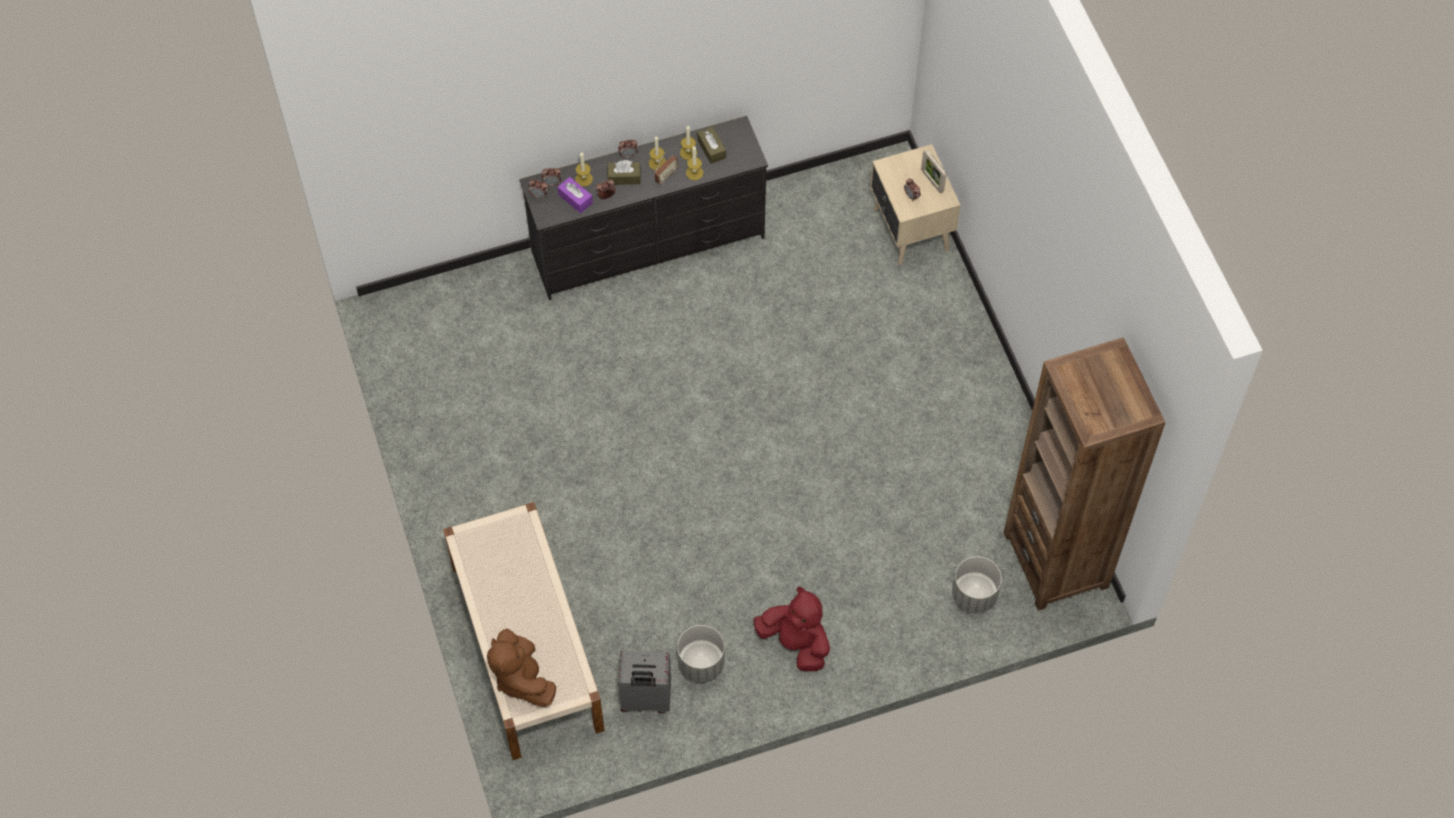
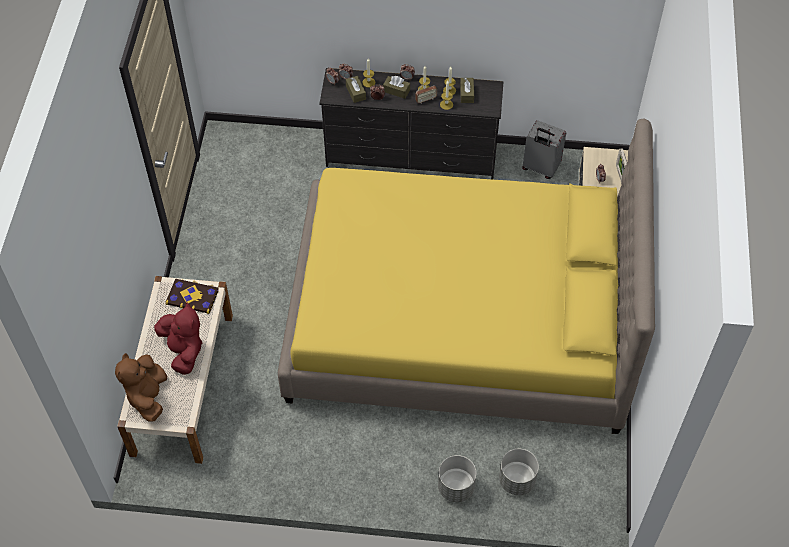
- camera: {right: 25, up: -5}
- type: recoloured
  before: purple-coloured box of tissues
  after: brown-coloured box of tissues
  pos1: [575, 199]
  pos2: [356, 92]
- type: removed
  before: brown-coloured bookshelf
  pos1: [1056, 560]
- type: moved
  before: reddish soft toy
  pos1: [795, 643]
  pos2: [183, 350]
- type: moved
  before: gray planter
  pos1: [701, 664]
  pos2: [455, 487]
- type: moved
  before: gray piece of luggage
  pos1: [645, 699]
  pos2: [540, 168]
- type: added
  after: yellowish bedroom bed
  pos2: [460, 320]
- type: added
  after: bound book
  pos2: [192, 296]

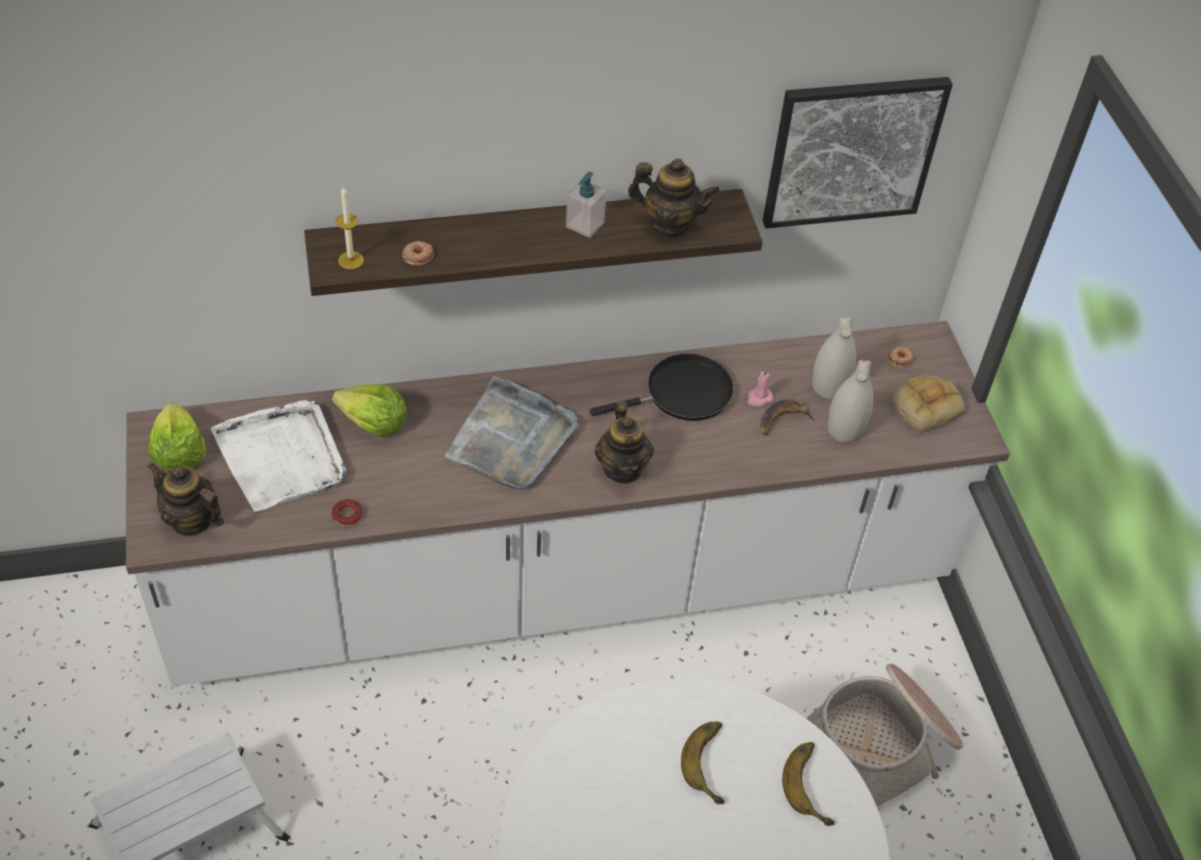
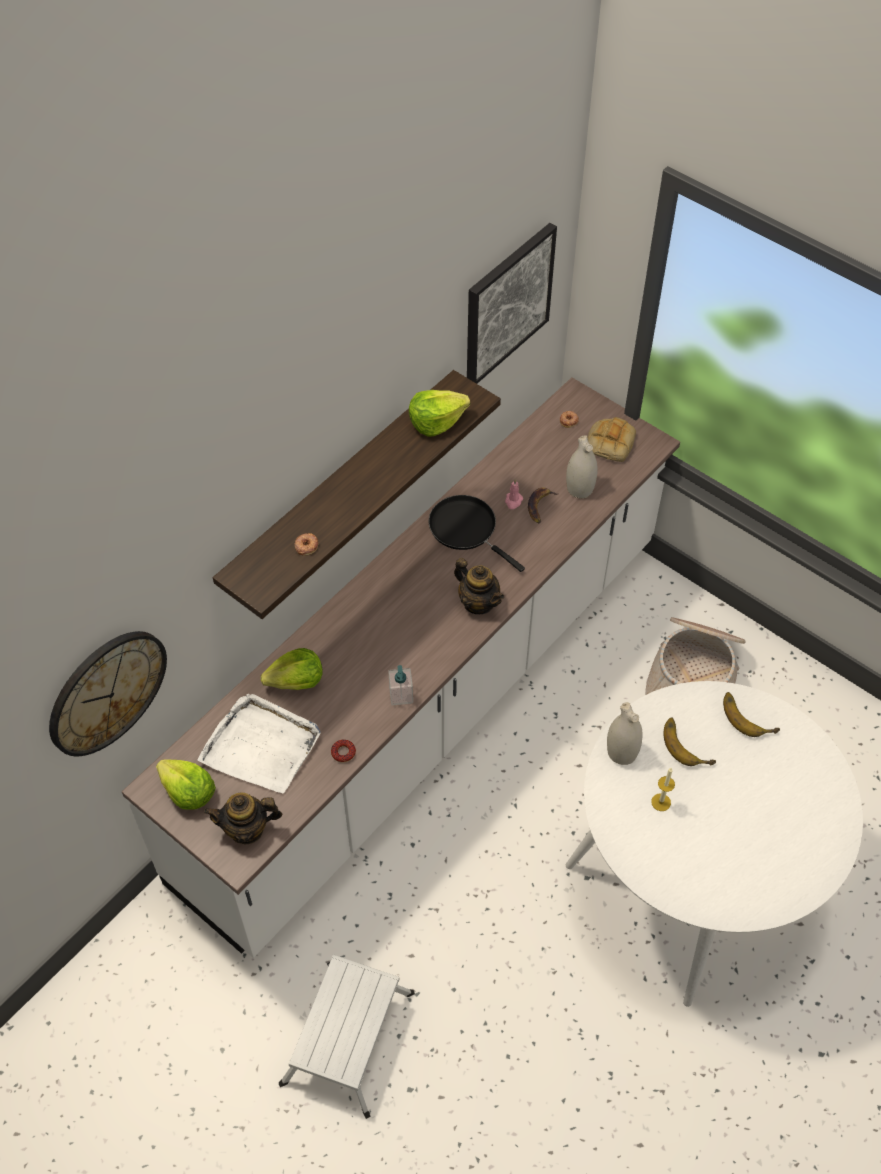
- camera: {right: -35, up: 5}
- type: replaced
  before: pot for tea
  after: head of lettuce
  pos1: [670, 224]
  pos2: [436, 422]
- type: moved
  before: soap dispenser
  pos1: [584, 225]
  pos2: [401, 695]
- type: moved
  before: candle
  pos1: [351, 260]
  pos2: [661, 802]
- type: moved
  before: whitish vase
  pos1: [829, 386]
  pos2: [621, 751]
- type: turned
  before: black pan
  pos1: [682, 394]
  pos2: [466, 529]
  turn: -75
- type: removed
  before: gray tray
  pos1: [511, 439]
- type: added
  after: clock on the wall
  pos2: [107, 692]

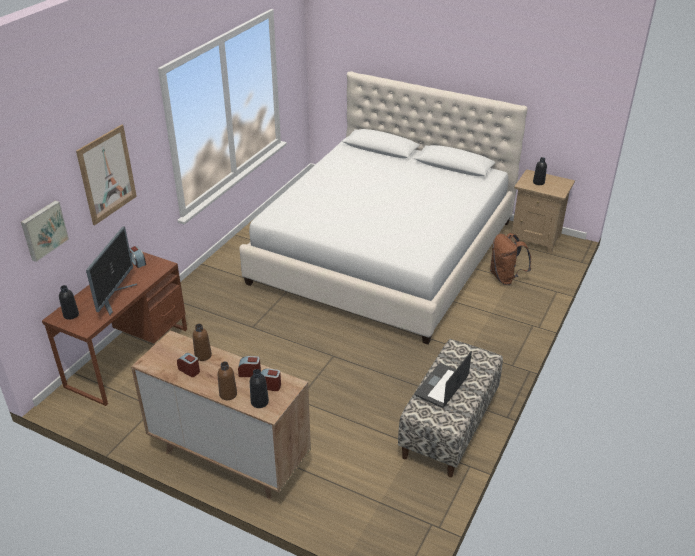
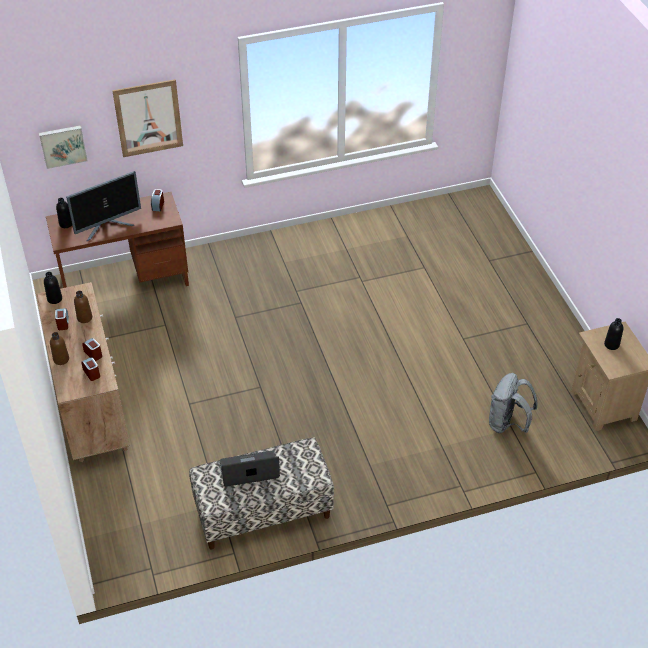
- camera: {right: 45, up: 10}
- type: removed
  before: whitish bedroom bed
  pos1: [384, 251]
- type: recoloured
  before: brown-coloured knapsack
  after: gray knapsack
  pos1: [505, 278]
  pos2: [507, 423]
- type: moved
  before: black drink bottle
  pos1: [259, 402]
  pos2: [54, 299]

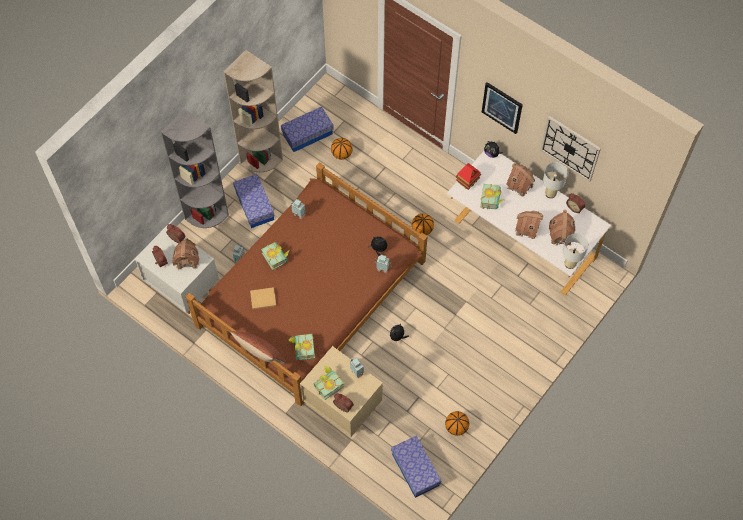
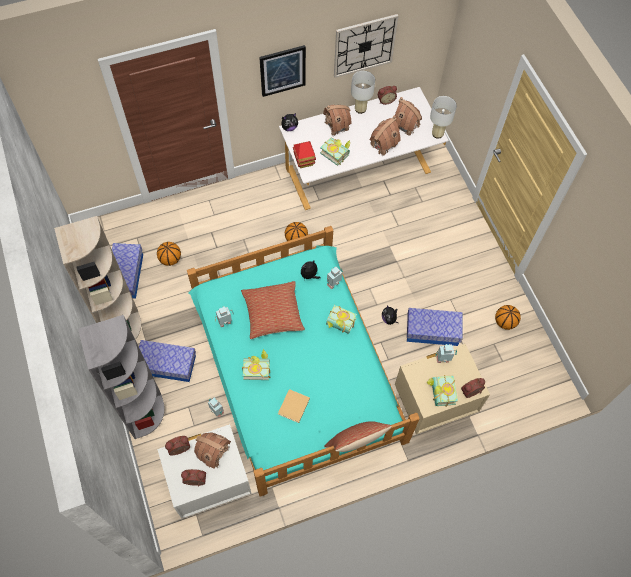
- camera: {right: -60, up: 0}
- type: recoloured
  before: brown-coloured bedroom bed
  after: turquoise-coloured bedroom bed
  pos1: [311, 292]
  pos2: [296, 366]
- type: moved
  before: bound book
  pos1: [302, 349]
  pos2: [339, 325]
- type: moved
  before: storage bin
  pos1: [415, 470]
  pos2: [432, 331]
- type: added
  after: throw pillow
  pos2: [273, 314]

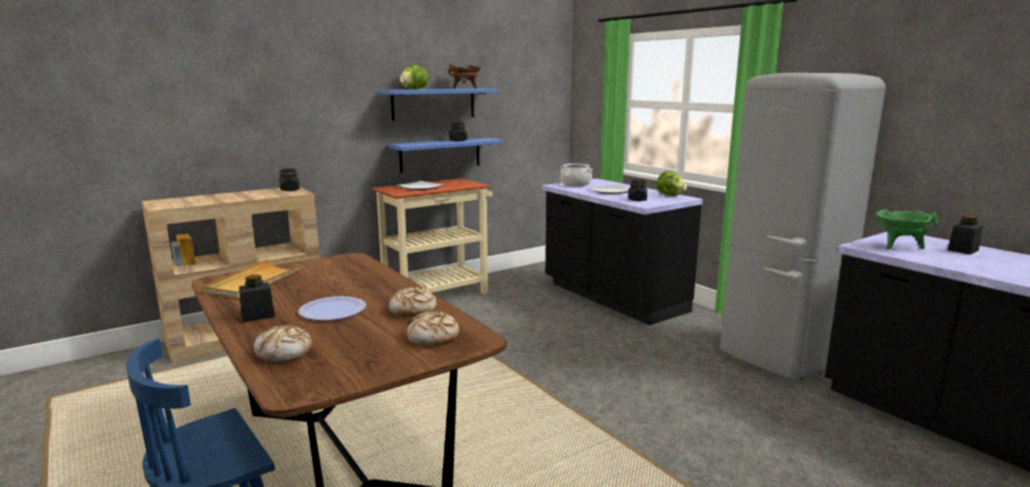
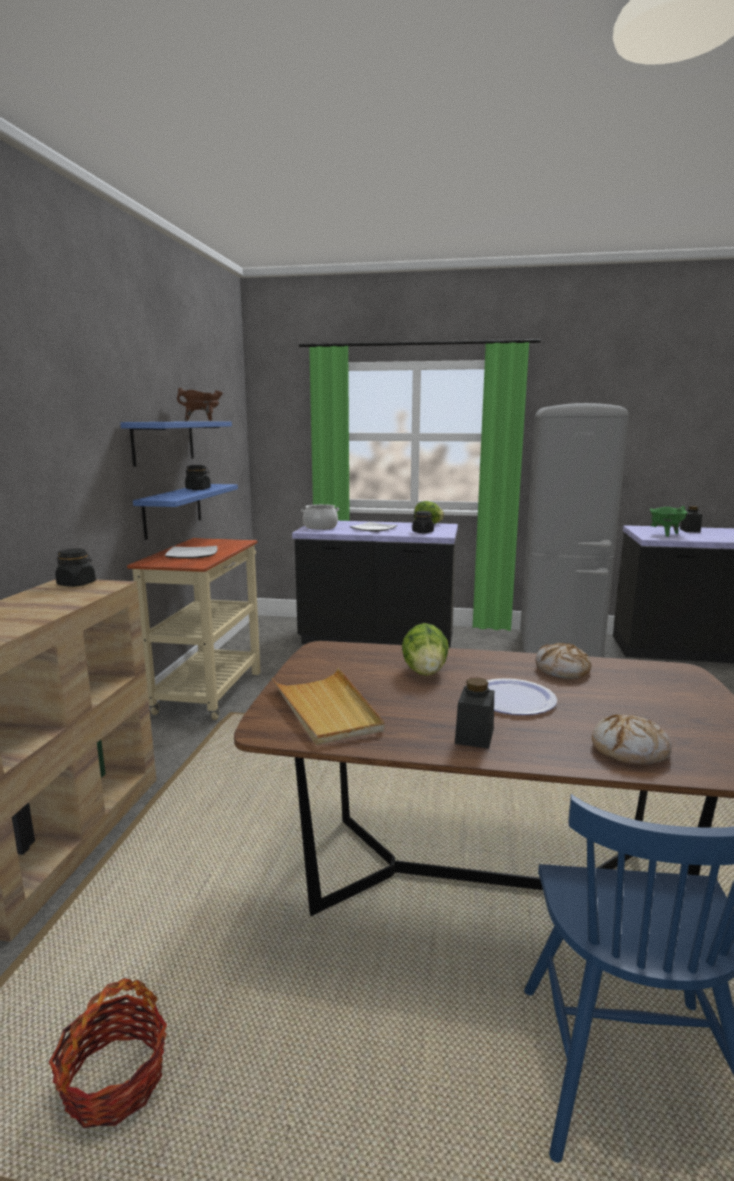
- camera: {right: -45, up: 0}
- type: moved
  before: head of lettuce
  pos1: [413, 89]
  pos2: [425, 672]
- type: removed
  before: bakery bread
  pos1: [432, 337]
- type: added
  after: household basket
  pos2: [114, 1081]

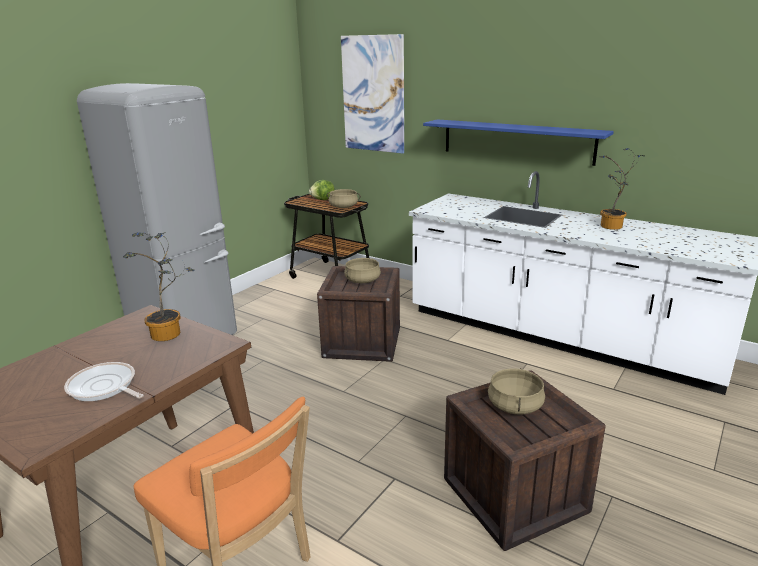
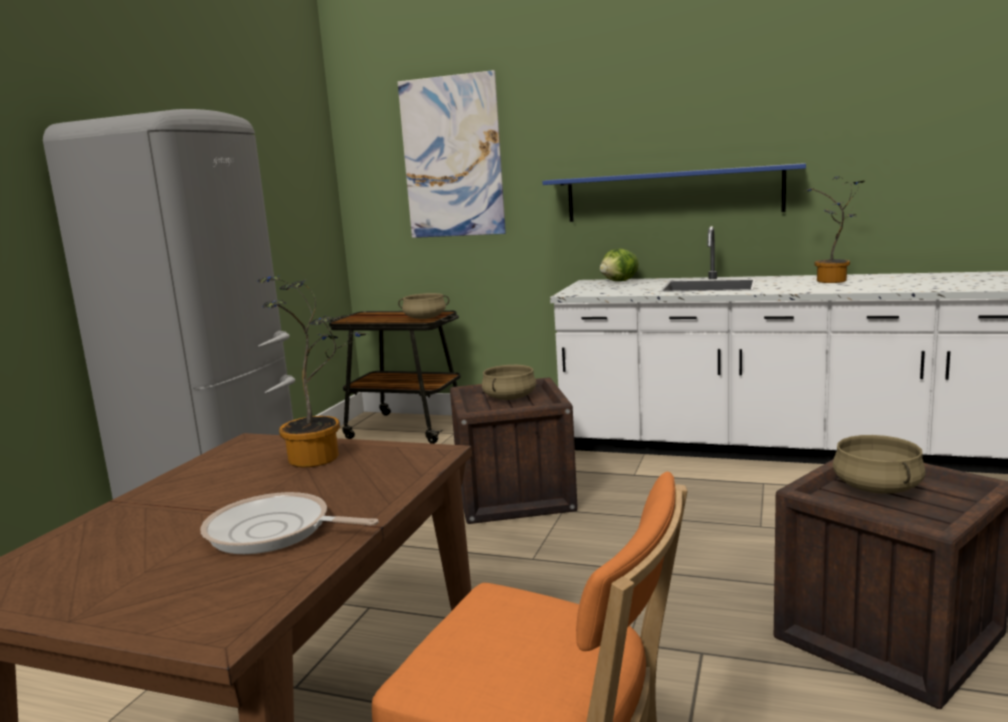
- camera: {right: -15, up: -10}
- type: moved
  before: head of lettuce
  pos1: [323, 200]
  pos2: [620, 281]

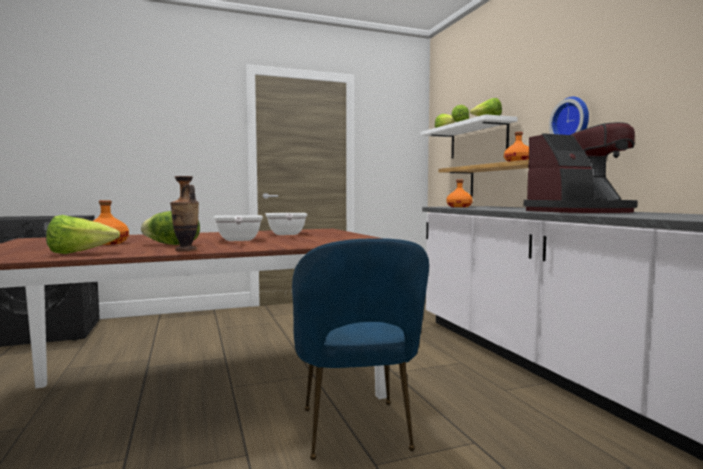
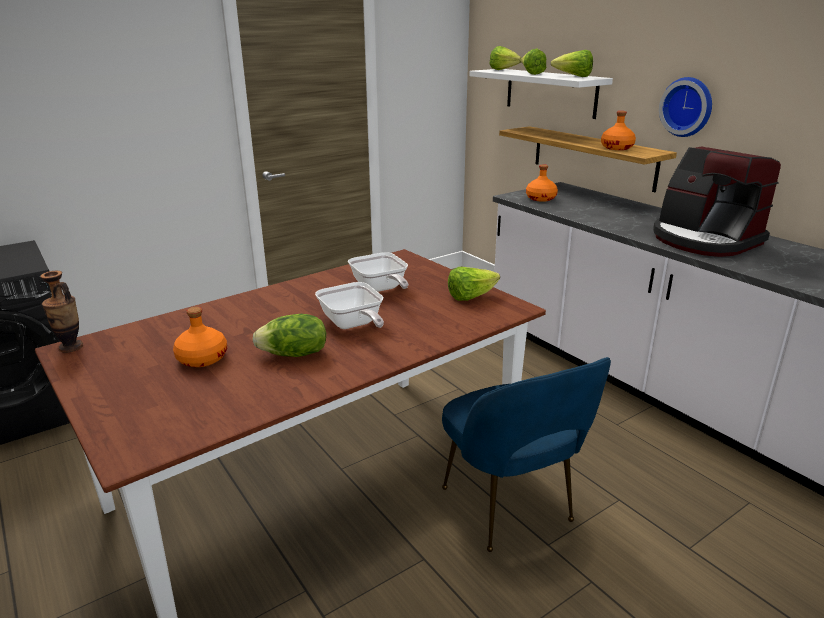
- camera: {right: -15, up: 20}
- type: turned
  before: coffee brewer
  pos1: [580, 211]
  pos2: [704, 240]
  turn: 90
- type: moved
  before: vase
  pos1: [186, 250]
  pos2: [71, 347]
- type: moved
  before: head of lettuce
  pos1: [79, 253]
  pos2: [471, 297]

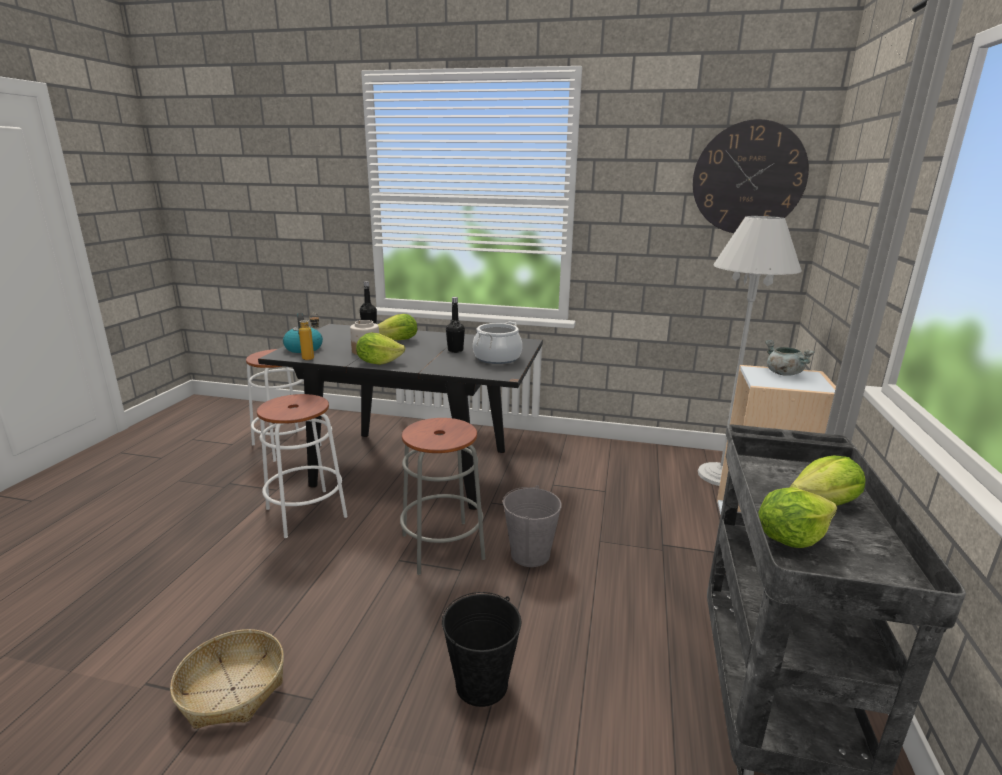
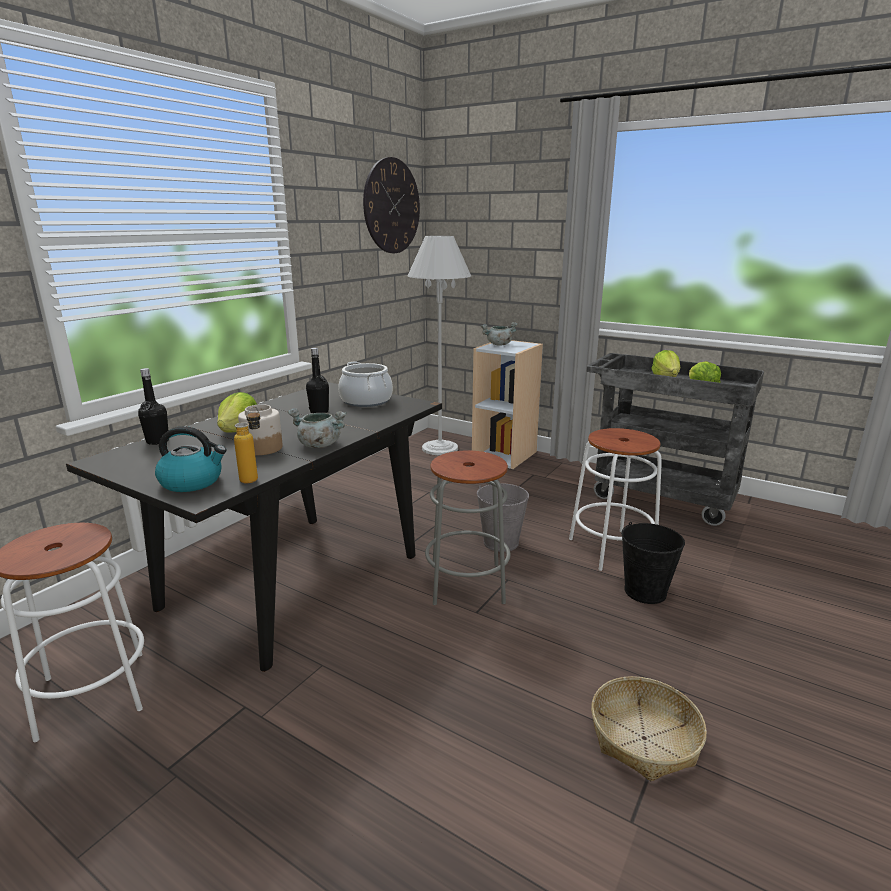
- camera: {right: -70, up: 0}
- type: replaced
  before: head of lettuce
  after: gray cooking pot
  pos1: [378, 362]
  pos2: [318, 445]
- type: moved
  before: whitish stool seat
  pos1: [306, 512]
  pos2: [611, 549]

